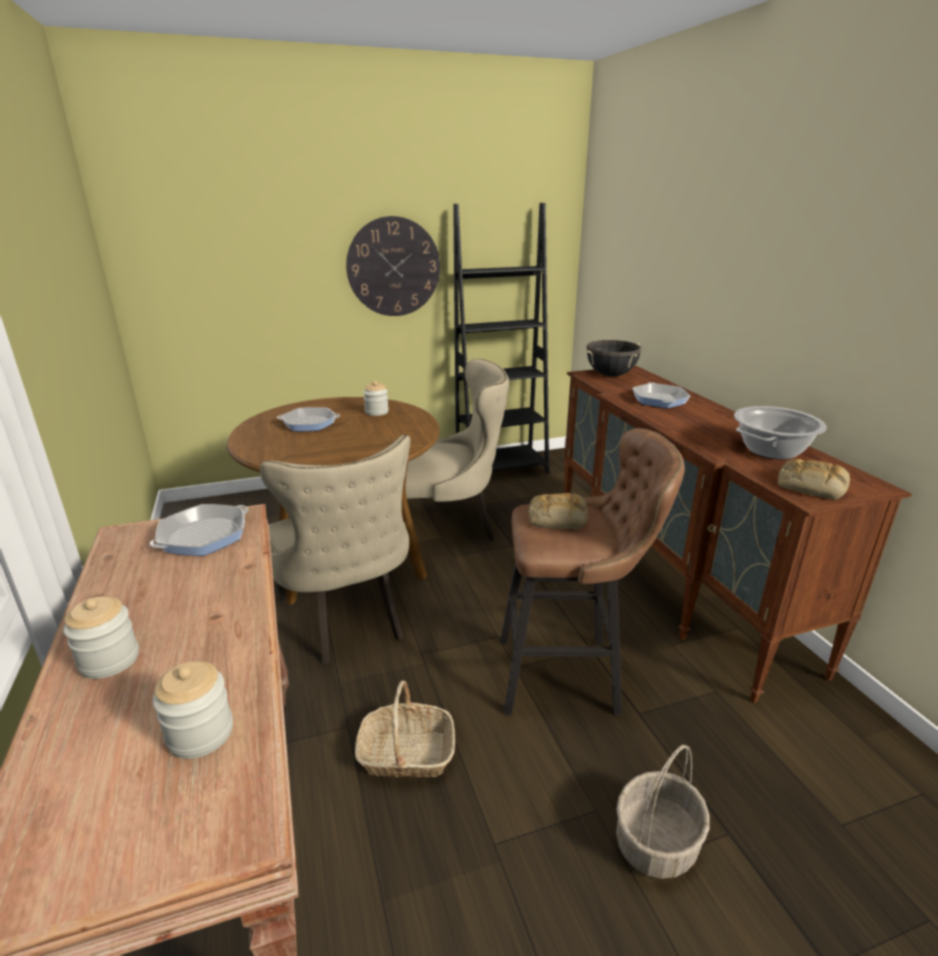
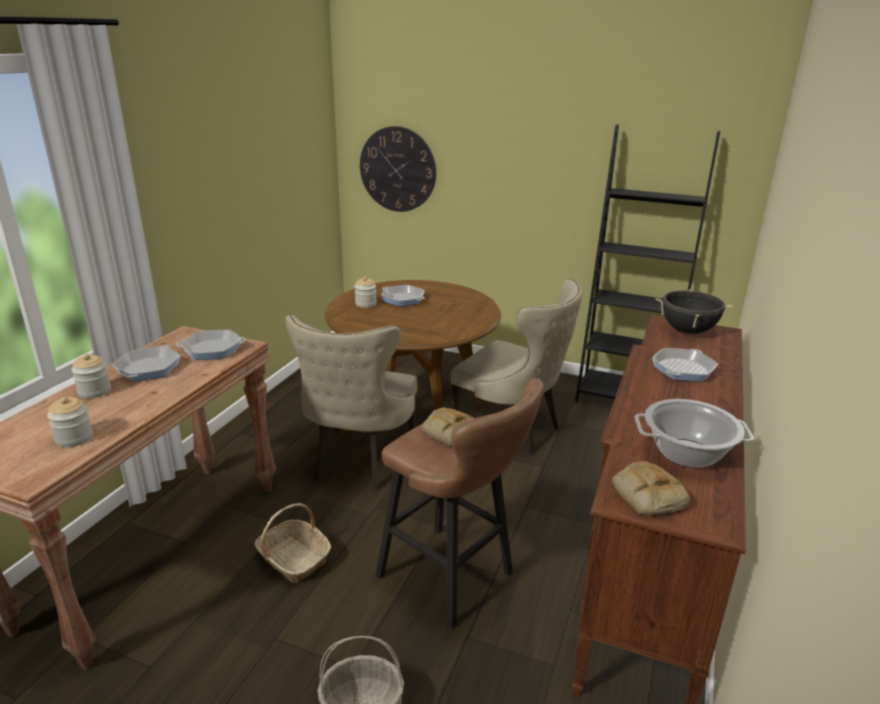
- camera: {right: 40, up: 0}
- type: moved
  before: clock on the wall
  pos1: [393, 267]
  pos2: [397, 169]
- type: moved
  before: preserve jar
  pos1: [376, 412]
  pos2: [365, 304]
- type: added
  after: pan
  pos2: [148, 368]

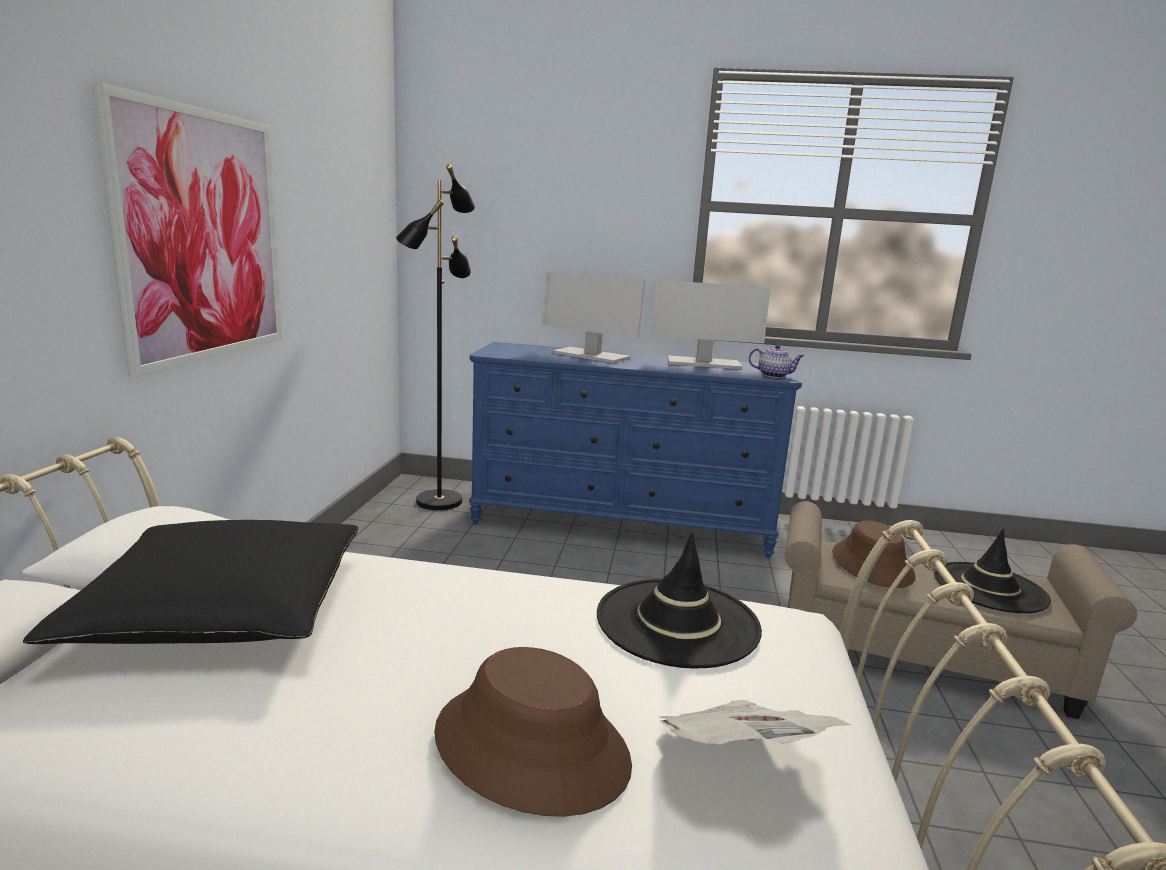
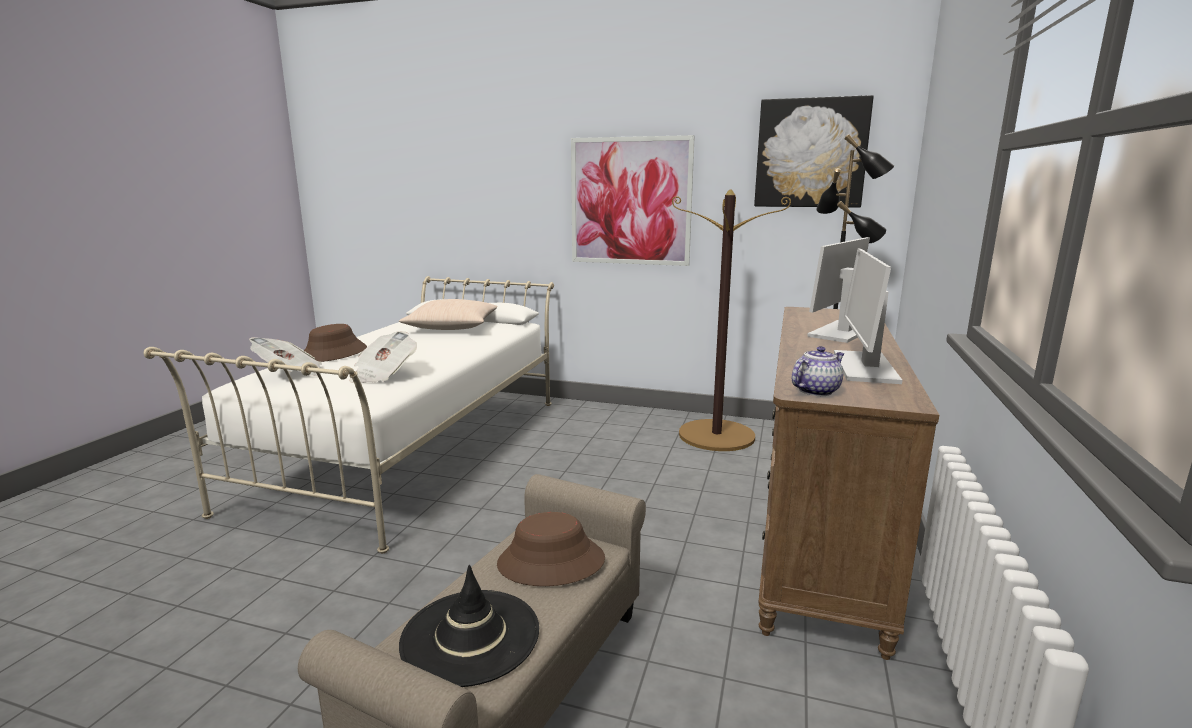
- camera: {right: 100, up: 0}
- type: recoloured
  before: bluish chest of drawers
  after: brown-coloured chest of drawers
  pos1: [623, 524]
  pos2: [819, 534]
- type: turned
  before: pot for tea
  pos1: [774, 375]
  pos2: [816, 391]
  turn: -150
- type: recoloured
  before: black throw pillow
  after: sand-coloured throw pillow
  pos1: [222, 611]
  pos2: [452, 327]
- type: replaced
  before: black hat
  after: printed paper
  pos1: [677, 622]
  pos2: [383, 375]
- type: added
  after: wall art
  pos2: [811, 153]
- type: added
  after: brown-coloured garment stand
  pos2: [716, 435]

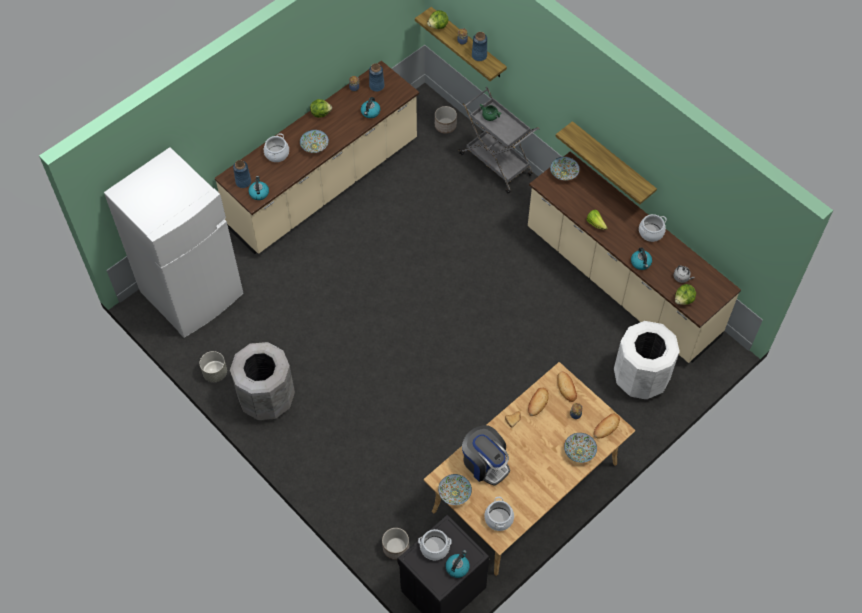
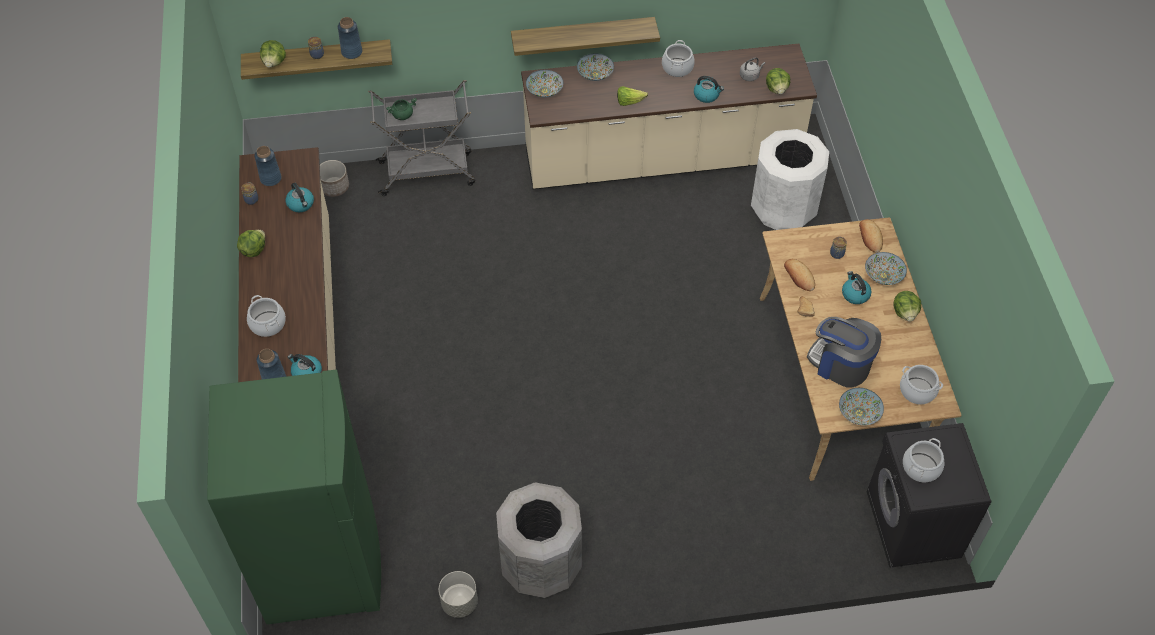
- camera: {right: -55, up: -5}
- type: moved
  before: deep dish
  pos1: [314, 146]
  pos2: [595, 75]
- type: recoloured
  before: whitish refrigerator
  after: green-coloured refrigerator
  pos1: [192, 293]
  pos2: [323, 564]
- type: removed
  before: bakery bread
  pos1: [566, 387]
- type: turned
  before: coffee brewer
  pos1: [485, 463]
  pos2: [840, 364]
  turn: -135
- type: removed
  before: planter
  pos1: [396, 547]
- type: moved
  before: kettle
  pos1: [457, 567]
  pos2: [855, 294]
- type: added
  after: head of lettuce
  pos2: [905, 313]

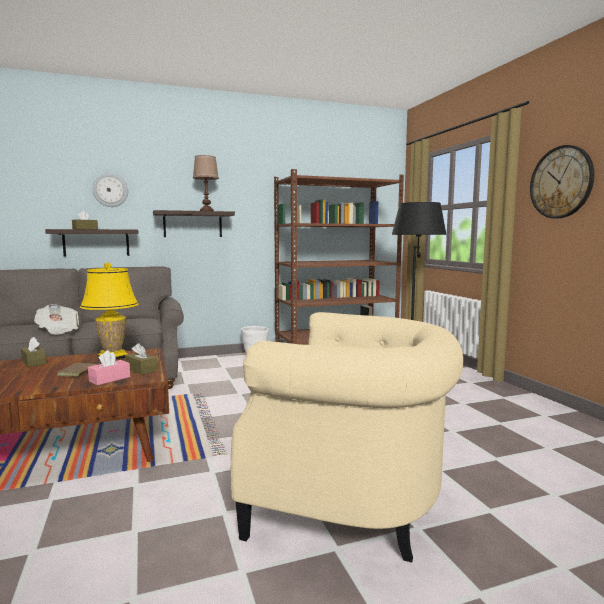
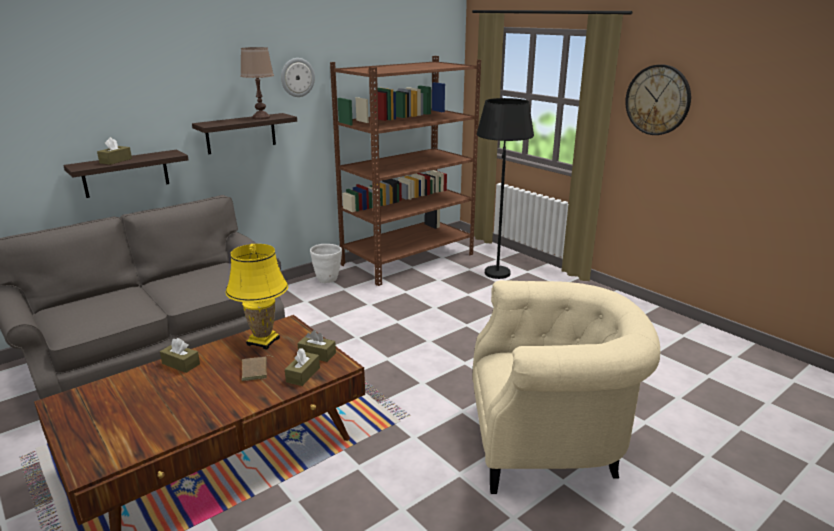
- camera: {right: -20, up: 15}
- type: moved
  before: clock on the wall
  pos1: [110, 190]
  pos2: [297, 77]
- type: removed
  before: printed paper
  pos1: [58, 330]
- type: recoloured
  before: pinkish box of tissues
  after: brown-coloured box of tissues
  pos1: [110, 379]
  pos2: [303, 375]

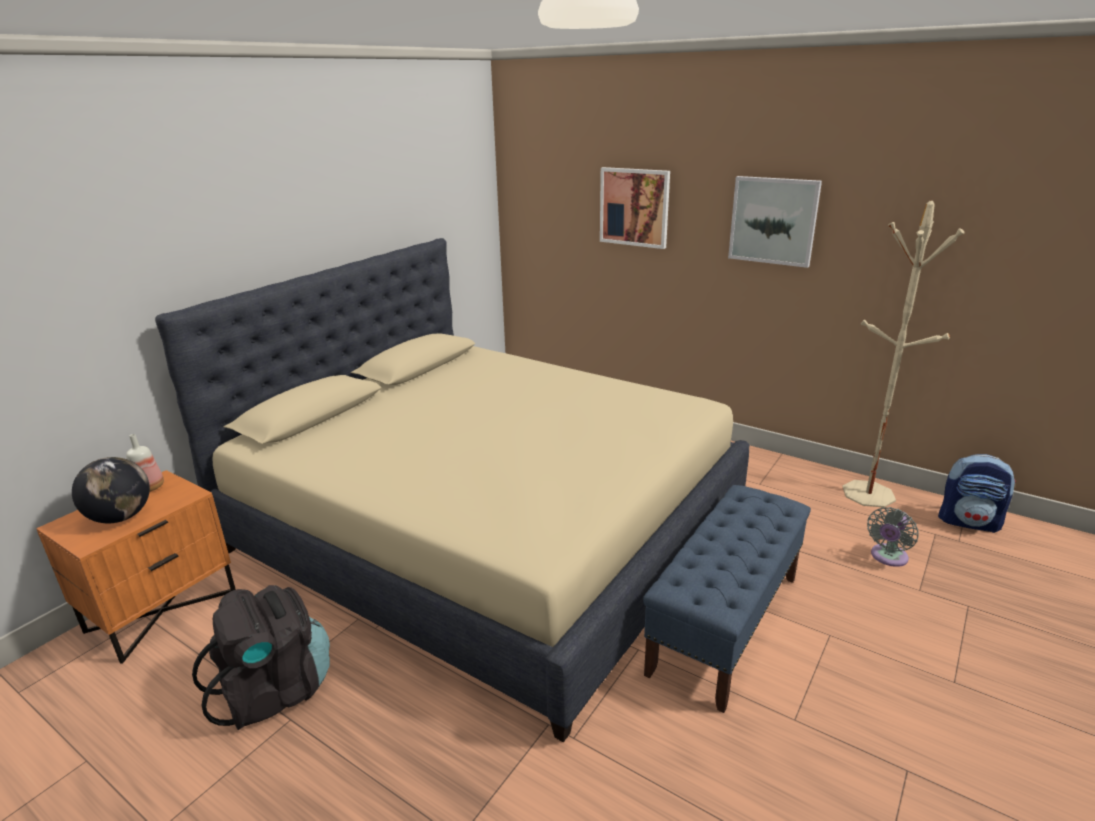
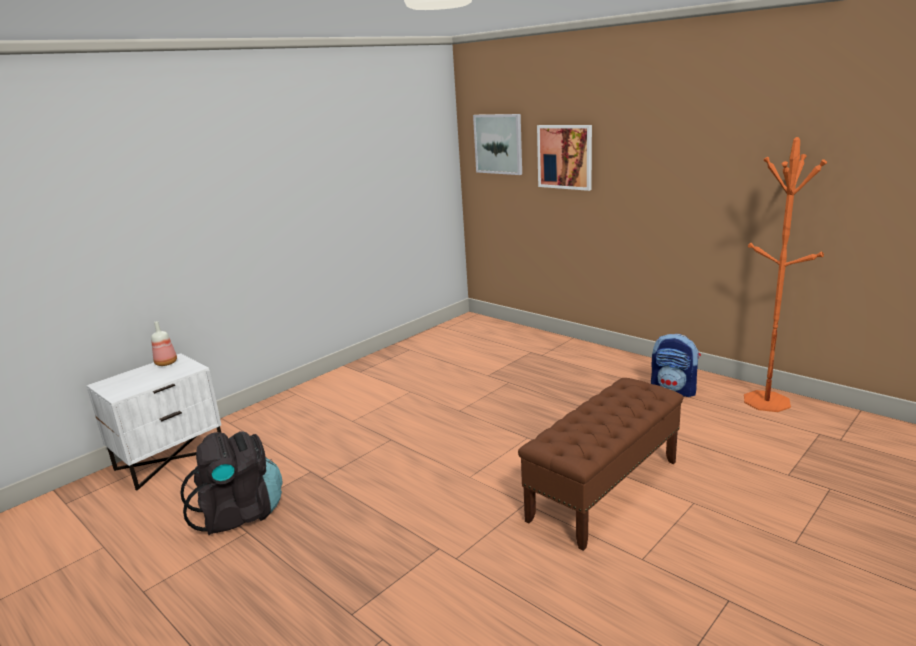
- camera: {right: 10, up: -5}
- type: moved
  before: wall art
  pos1: [773, 221]
  pos2: [498, 144]
- type: recoloured
  before: sand-coloured garment stand
  after: orange garment stand
  pos1: [868, 493]
  pos2: [767, 401]
- type: removed
  before: sand-coloured bedroom bed
  pos1: [488, 529]
- type: moved
  before: knapsack
  pos1: [969, 522]
  pos2: [674, 390]
- type: removed
  before: globe
  pos1: [121, 517]
- type: recoloured
  before: orange night table
  after: whitish night table
  pos1: [162, 610]
  pos2: [170, 458]
- type: recoloured
  before: bluish long seat
  after: brown-coloured long seat
  pos1: [725, 623]
  pos2: [604, 489]
- type: removed
  before: gray cooling fan
  pos1: [887, 557]

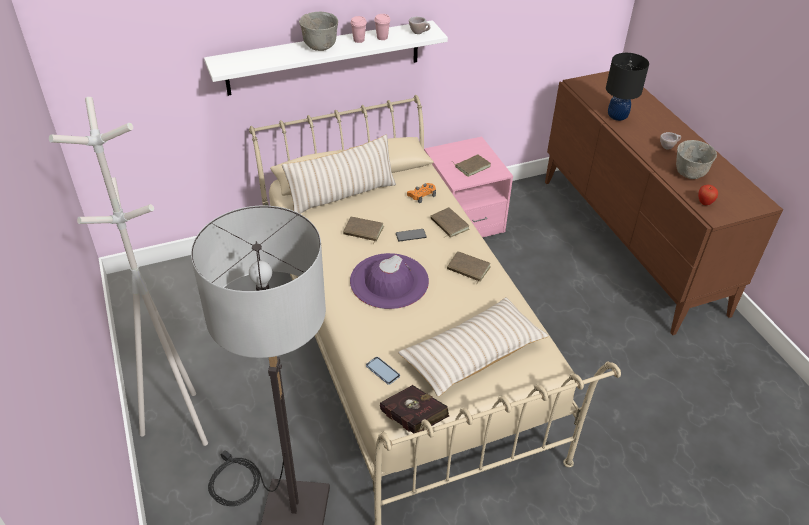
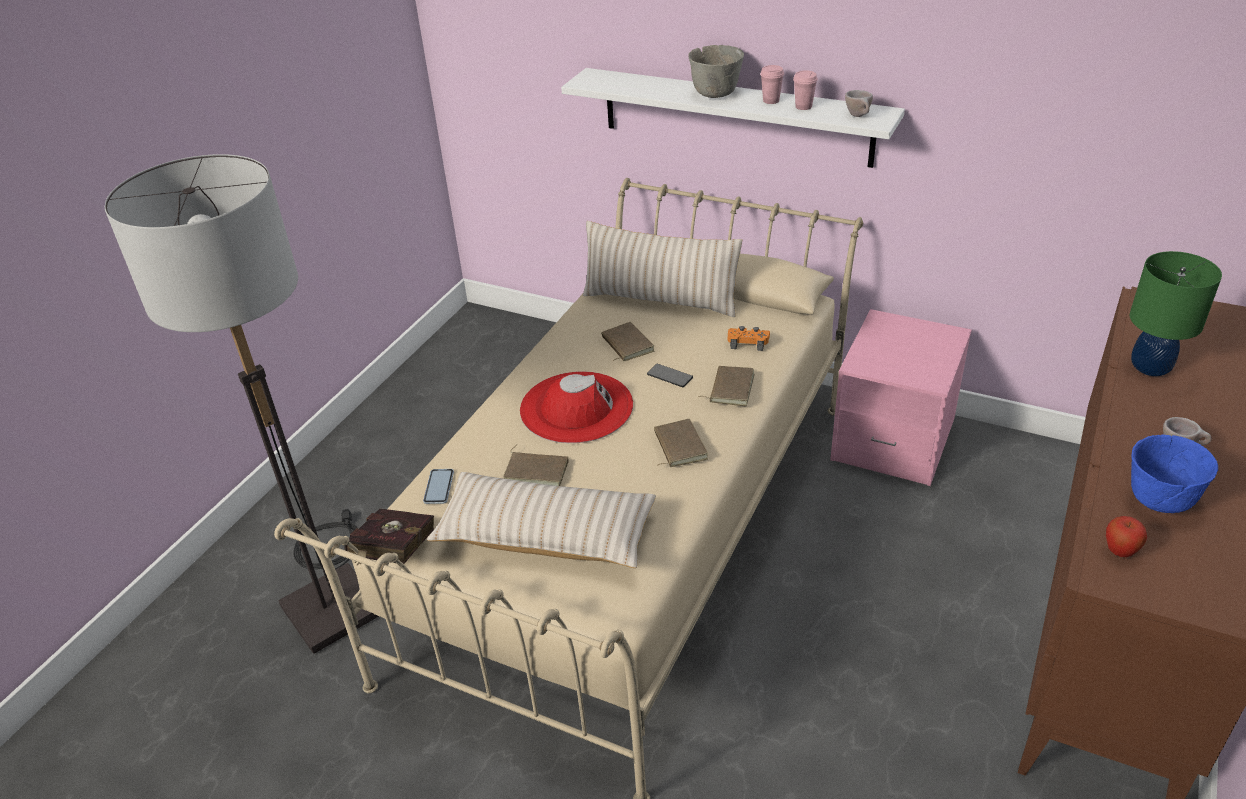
- camera: {right: 50, up: -5}
- type: recoloured
  before: black tabletop lamp
  after: green-coloured tabletop lamp
  pos1: [616, 117]
  pos2: [1148, 367]
- type: removed
  before: gray garment stand
  pos1: [180, 423]
- type: recoloured
  before: gray deep dish
  after: bluish deep dish
  pos1: [690, 174]
  pos2: [1159, 501]
- type: moved
  before: brown-coloured bound book
  pos1: [472, 166]
  pos2: [537, 471]
- type: recoloured
  before: purple-coloured hat
  after: reddish hat
  pos1: [389, 281]
  pos2: [576, 407]

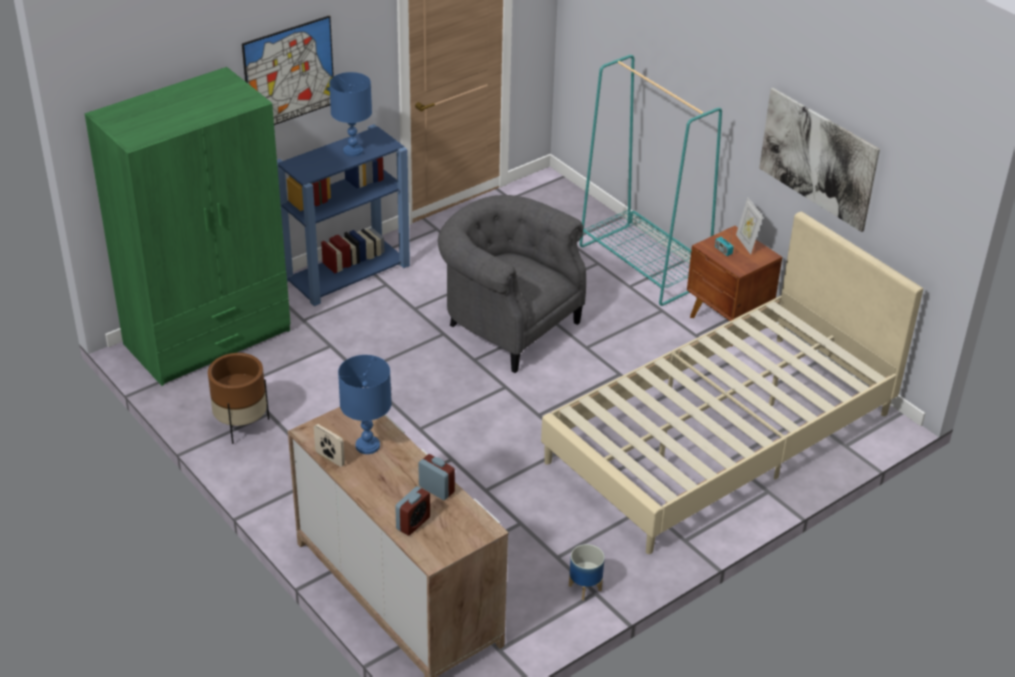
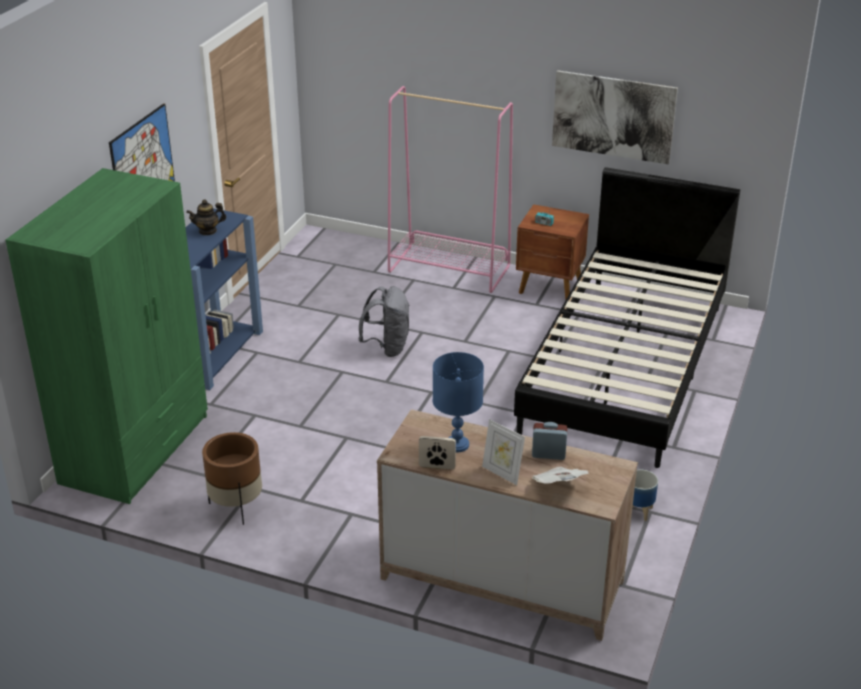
- camera: {right: -30, up: -5}
- type: recoloured
  before: turquoise-coloured garment stand
  after: pinkish garment stand
  pos1: [644, 265]
  pos2: [449, 269]
- type: replaced
  before: bluish tabletop lamp
  after: pot for tea
  pos1: [353, 151]
  pos2: [208, 231]
- type: replaced
  before: gray armchair
  after: gray knapsack
  pos1: [506, 325]
  pos2: [387, 347]
- type: moved
  before: photo frame
  pos1: [746, 244]
  pos2: [502, 473]
- type: recoloured
  before: sand-coloured bedroom bed
  after: black bedroom bed
  pos1: [721, 437]
  pos2: [625, 366]
- type: replaced
  before: bedside clock
  after: printed paper
  pos1: [413, 523]
  pos2: [558, 486]

